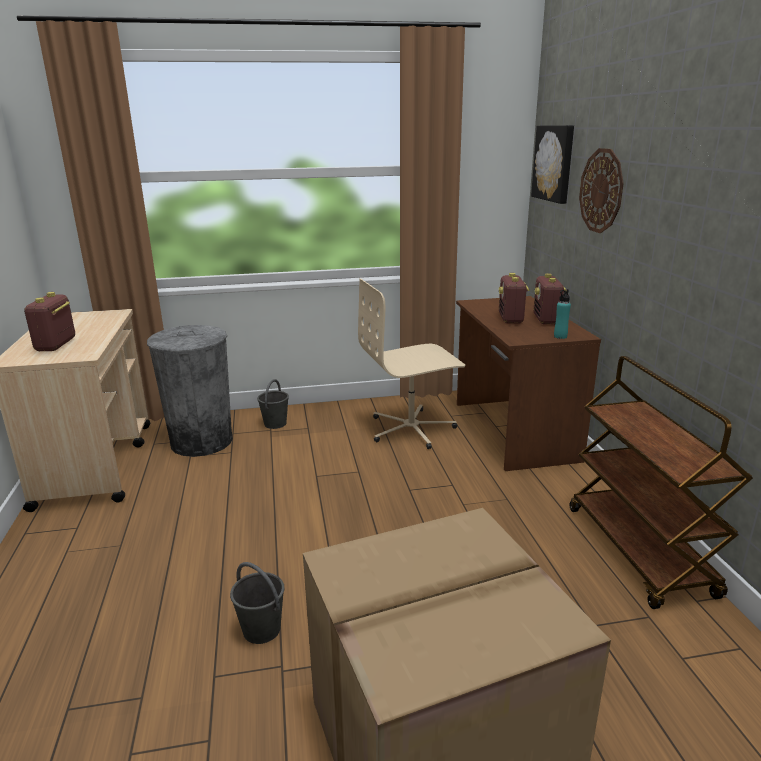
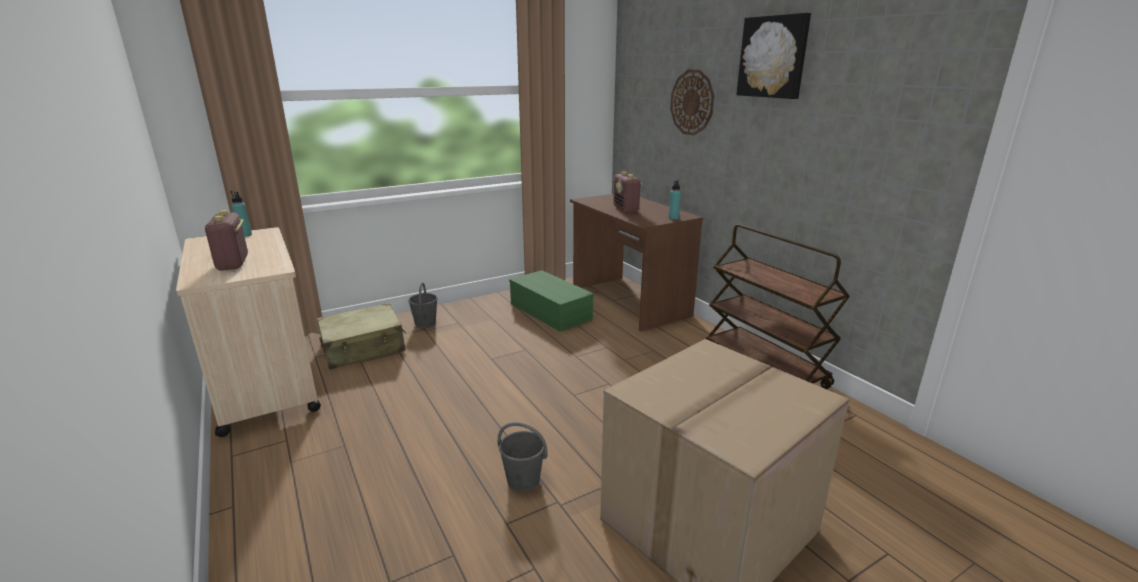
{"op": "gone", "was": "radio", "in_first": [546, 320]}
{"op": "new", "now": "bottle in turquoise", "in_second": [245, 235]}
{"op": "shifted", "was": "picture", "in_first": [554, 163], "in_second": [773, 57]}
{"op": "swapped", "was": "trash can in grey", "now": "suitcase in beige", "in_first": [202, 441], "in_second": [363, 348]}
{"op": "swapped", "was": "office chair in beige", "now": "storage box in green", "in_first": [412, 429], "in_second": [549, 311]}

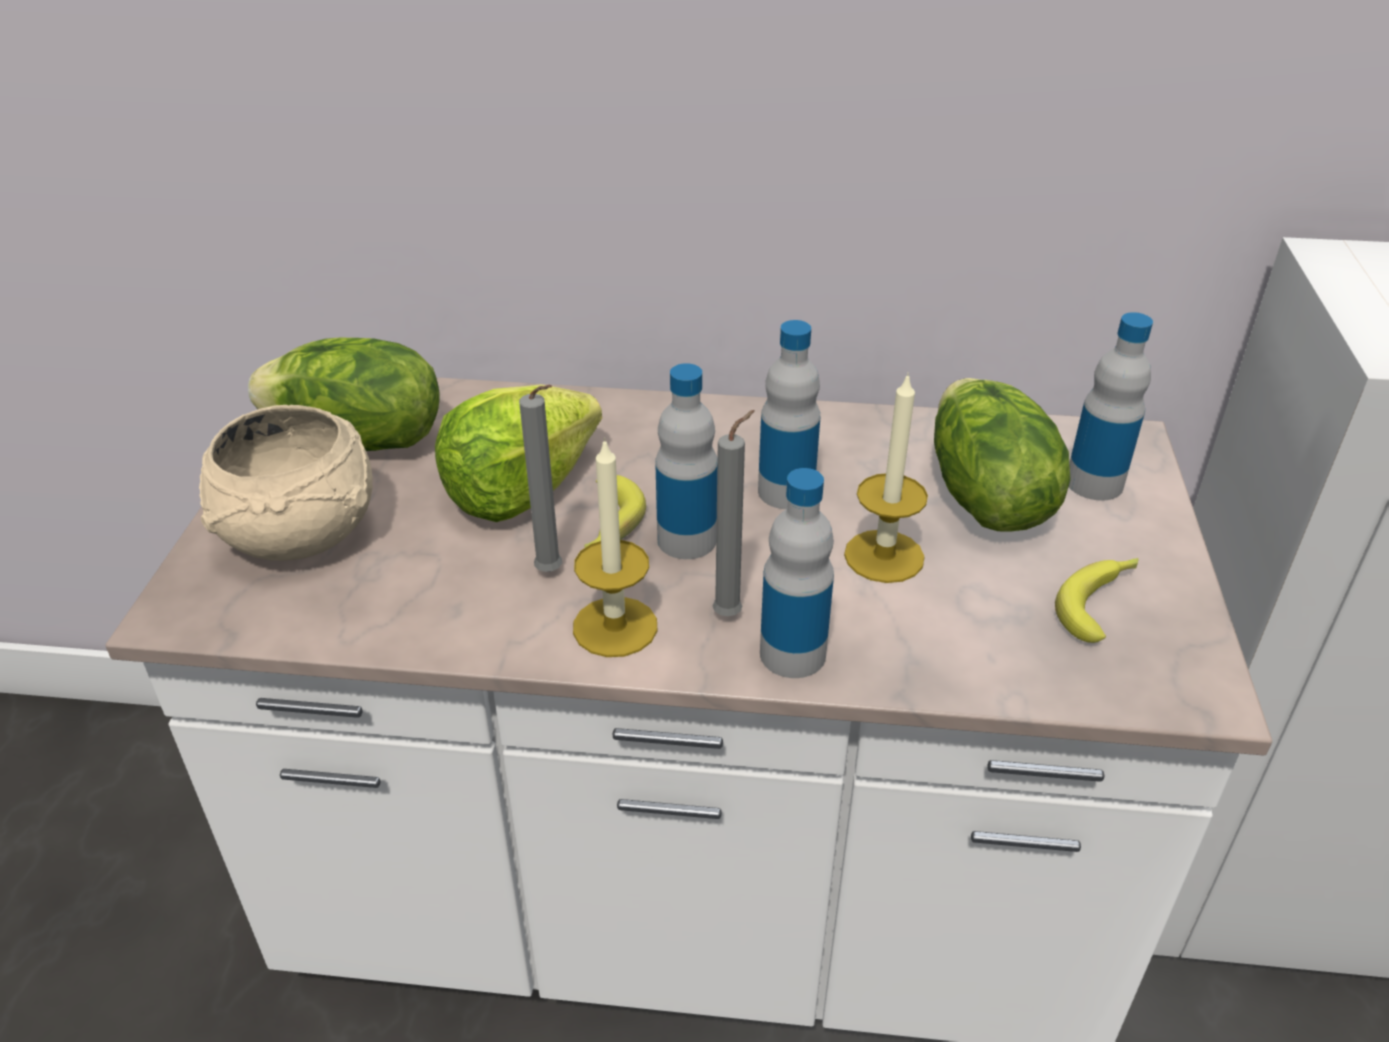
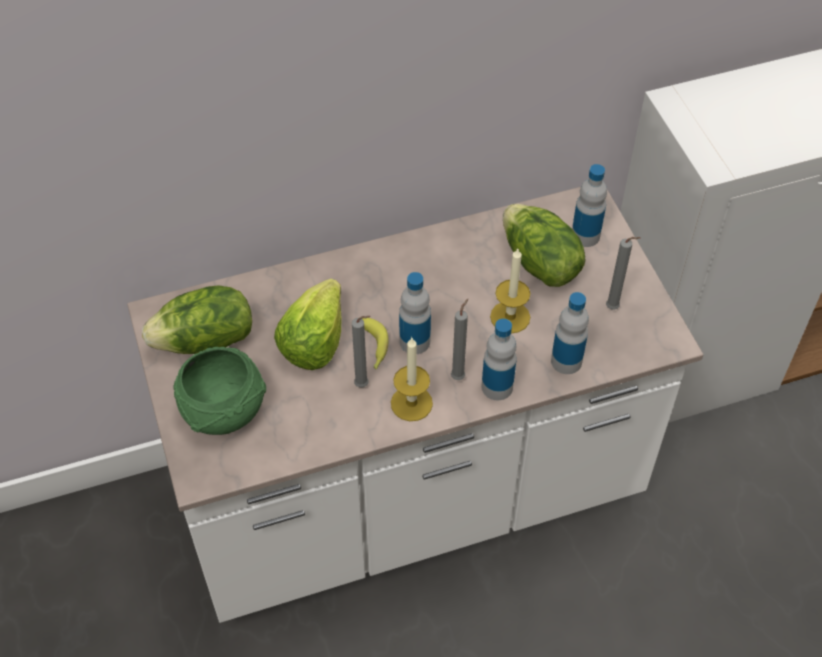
{"op": "shifted", "was": "bottle", "in_first": [786, 491], "in_second": [566, 361]}
{"op": "swapped", "was": "banana", "now": "candle in grey", "in_first": [1101, 603], "in_second": [614, 308]}
{"op": "repainted", "was": "bowl in beige", "now": "bowl in green", "in_first": [303, 534], "in_second": [224, 410]}

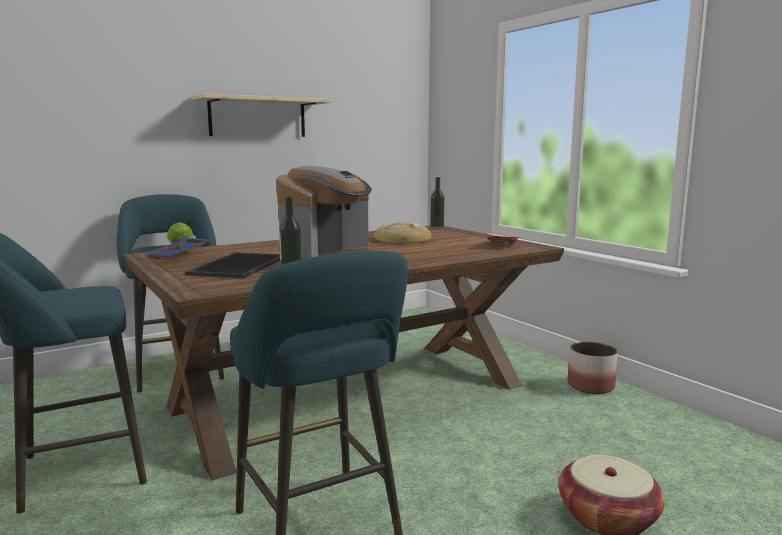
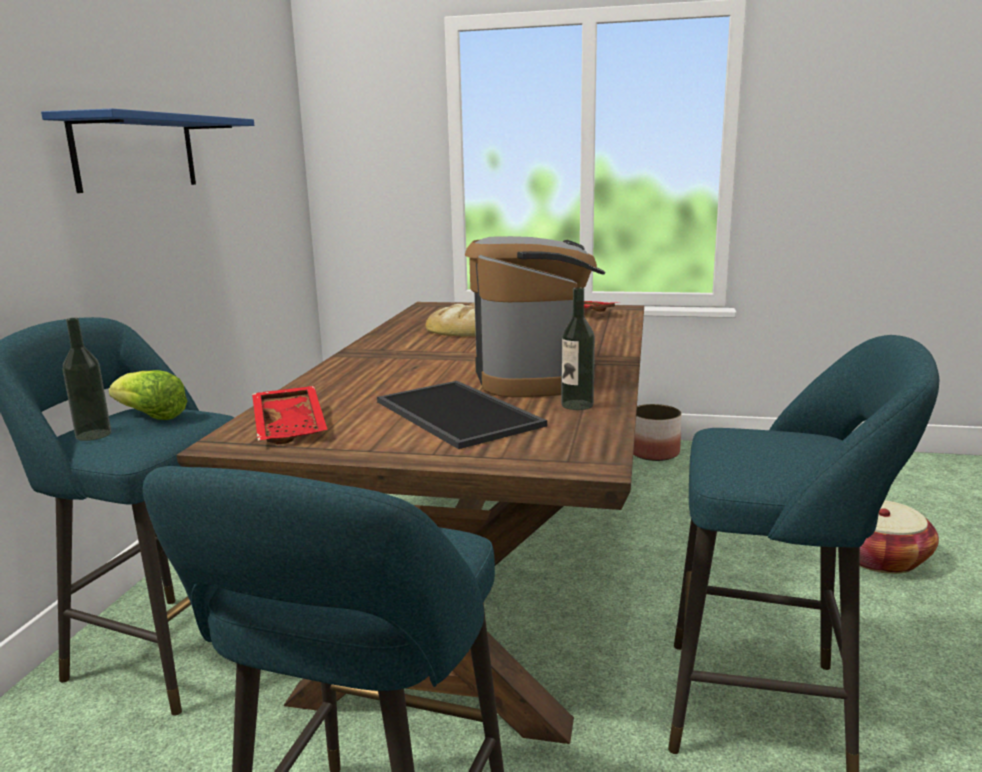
{"op": "shifted", "was": "bottle", "in_first": [437, 227], "in_second": [93, 435]}
{"op": "repainted", "was": "tray in blue", "now": "tray in red", "in_first": [179, 255], "in_second": [292, 426]}
{"op": "repainted", "was": "shelf in beige", "now": "shelf in blue", "in_first": [258, 117], "in_second": [136, 153]}

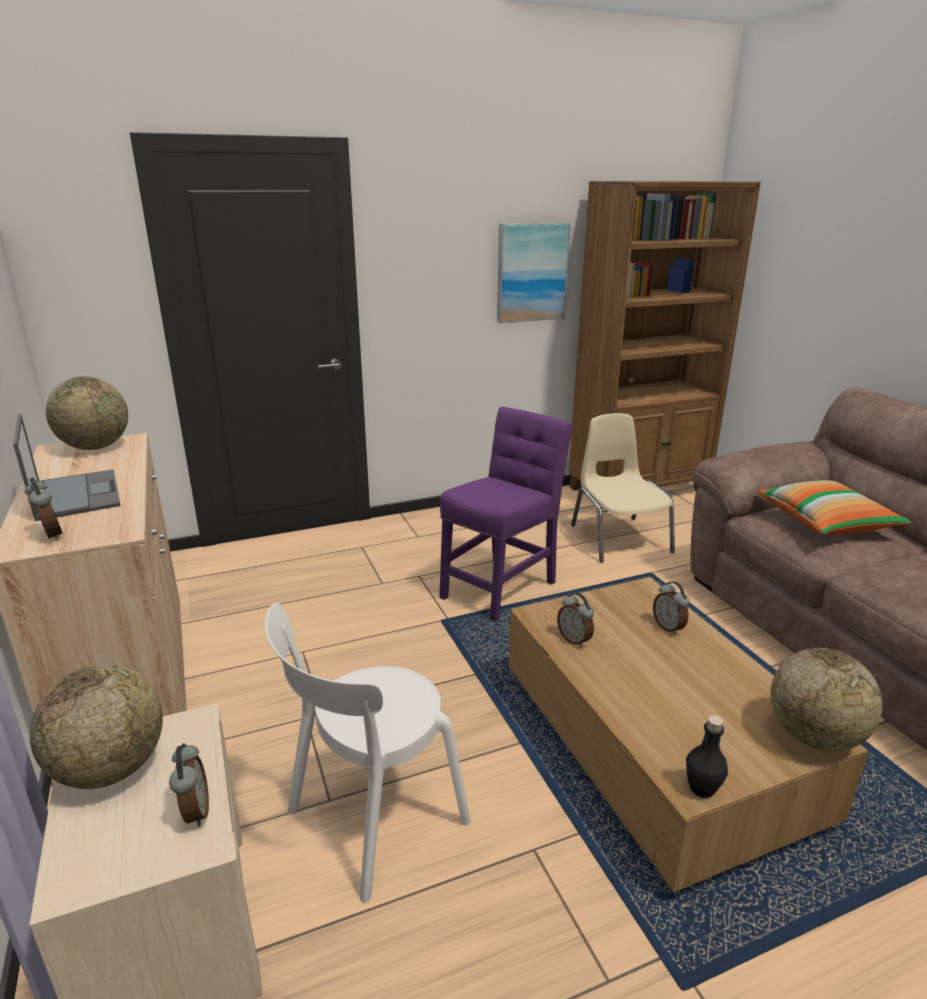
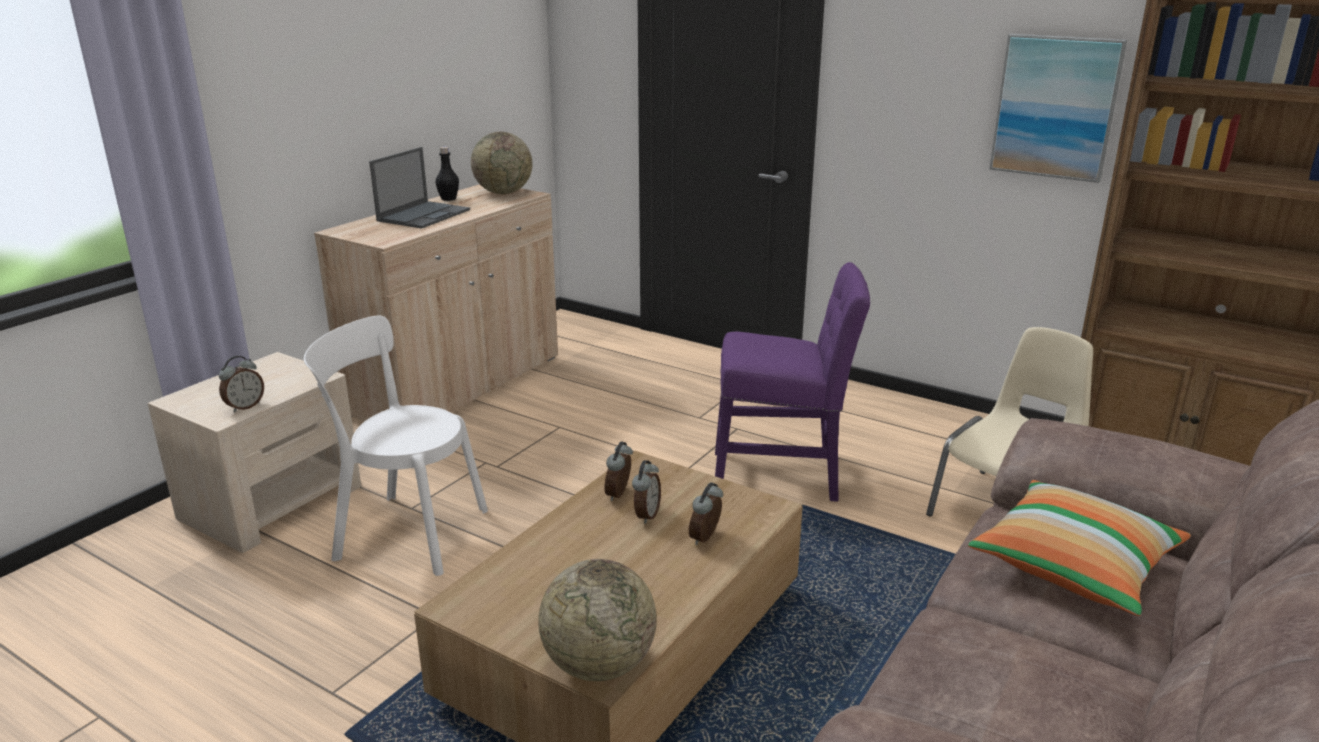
{"op": "gone", "was": "globe", "in_first": [111, 769]}
{"op": "shifted", "was": "alarm clock", "in_first": [50, 536], "in_second": [646, 515]}
{"op": "shifted", "was": "bottle in black", "in_first": [702, 788], "in_second": [448, 198]}

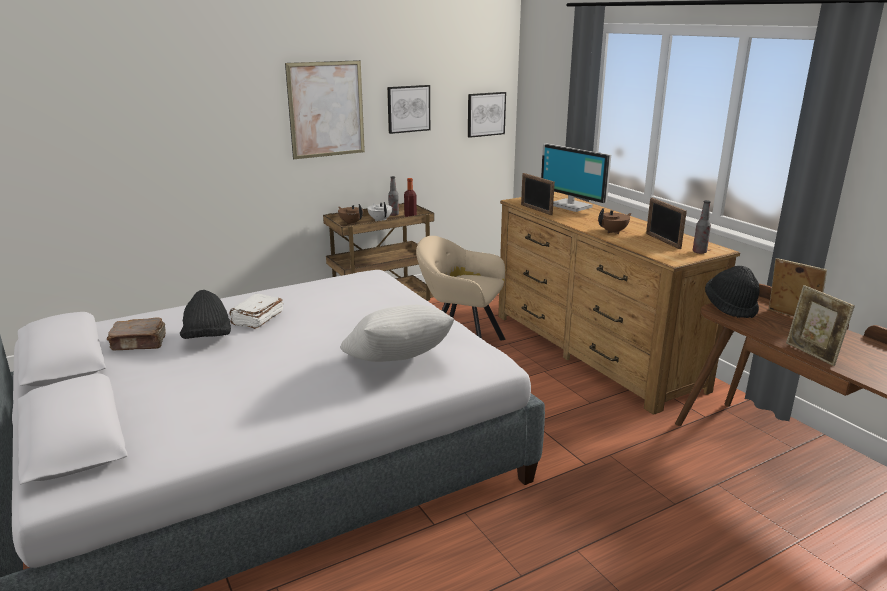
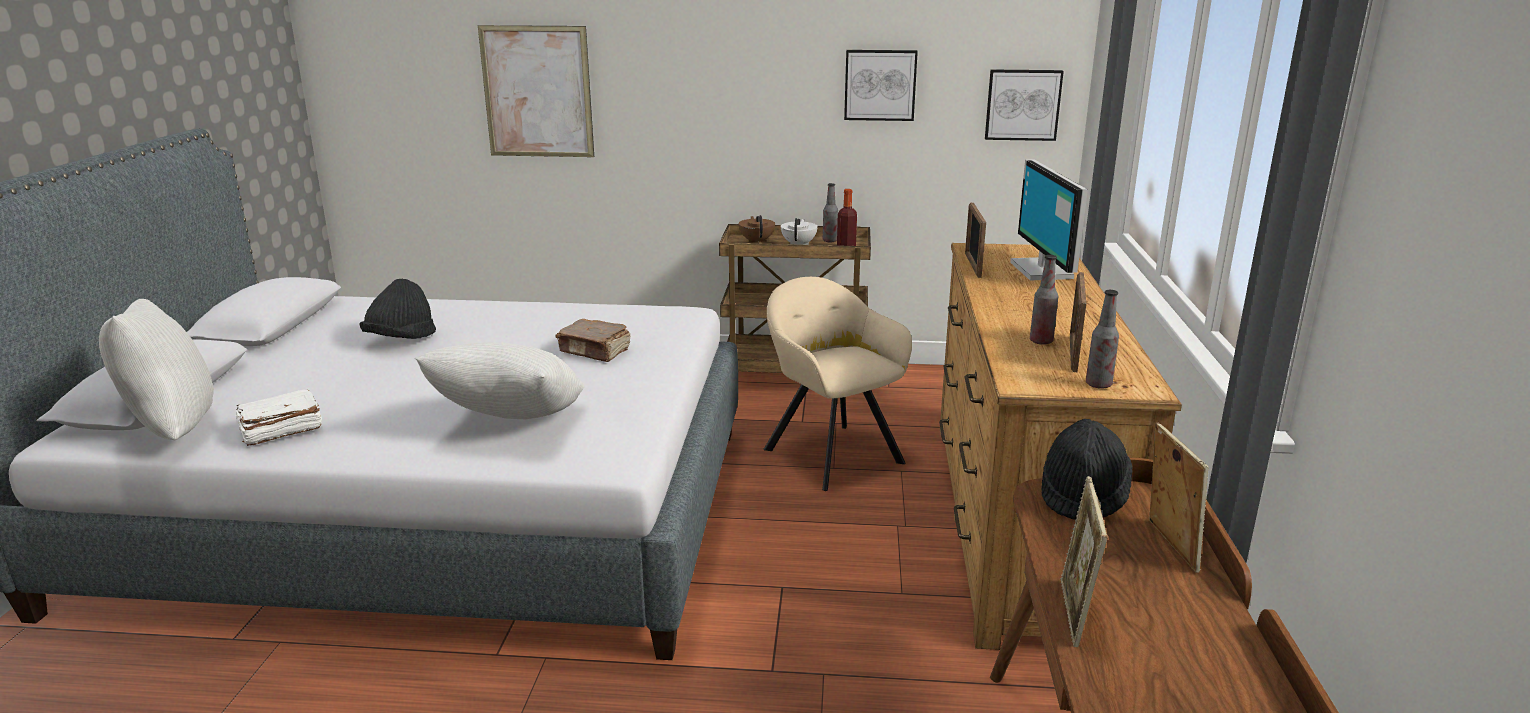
{"op": "gone", "was": "teapot in brown", "in_first": [613, 232]}
{"op": "new", "now": "pillow in white", "in_second": [171, 430]}
{"op": "new", "now": "bottle", "in_second": [1041, 341]}
{"op": "shifted", "was": "book in brown", "in_first": [139, 343], "in_second": [595, 351]}
{"op": "shifted", "was": "book in white", "in_first": [257, 319], "in_second": [280, 430]}
{"op": "shifted", "was": "picture", "in_first": [326, 109], "in_second": [537, 92]}

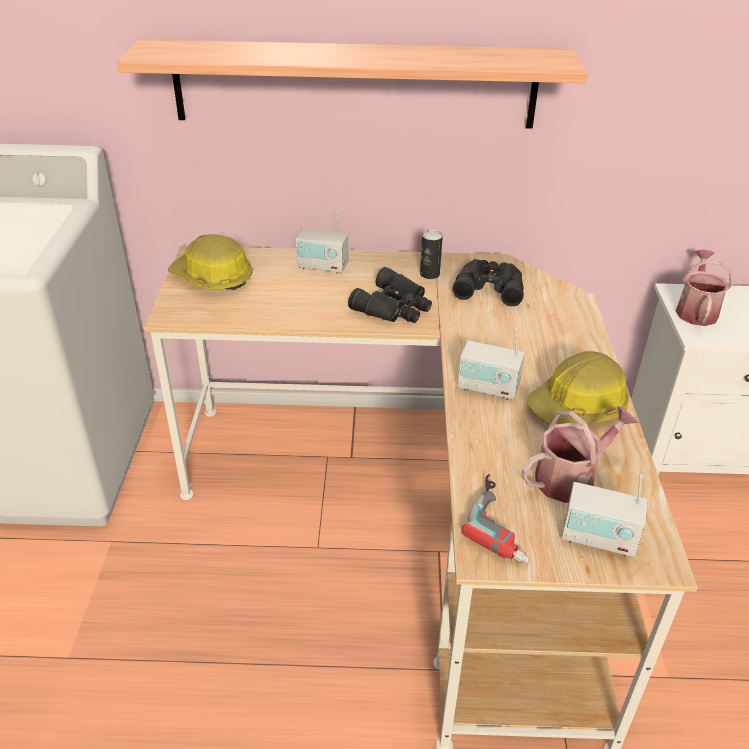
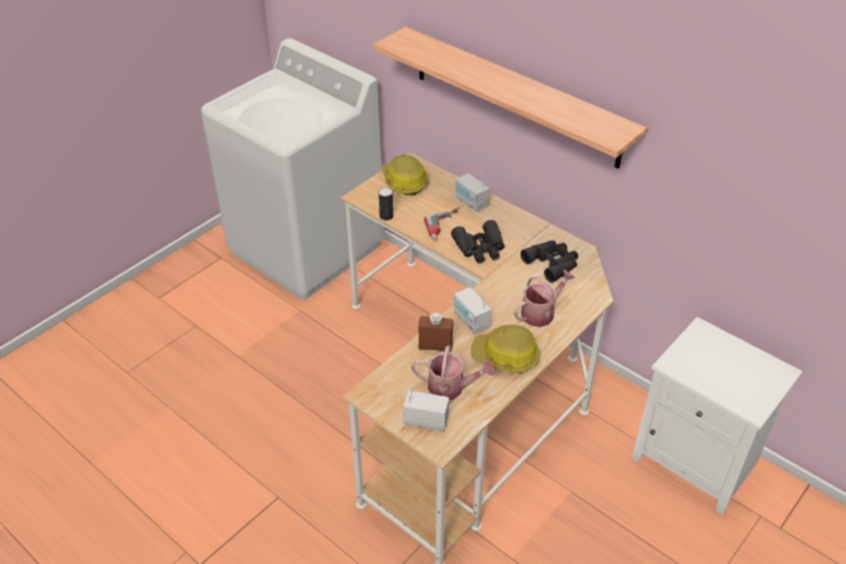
{"op": "new", "now": "bottle in brown", "in_second": [435, 346]}
{"op": "shifted", "was": "can", "in_first": [429, 274], "in_second": [386, 216]}
{"op": "shifted", "was": "power drill", "in_first": [505, 523], "in_second": [446, 227]}
{"op": "shifted", "was": "watering can", "in_first": [696, 310], "in_second": [541, 312]}
{"op": "rotated", "was": "radio", "in_first": [598, 538], "in_second": [426, 420], "clockwise": 135}

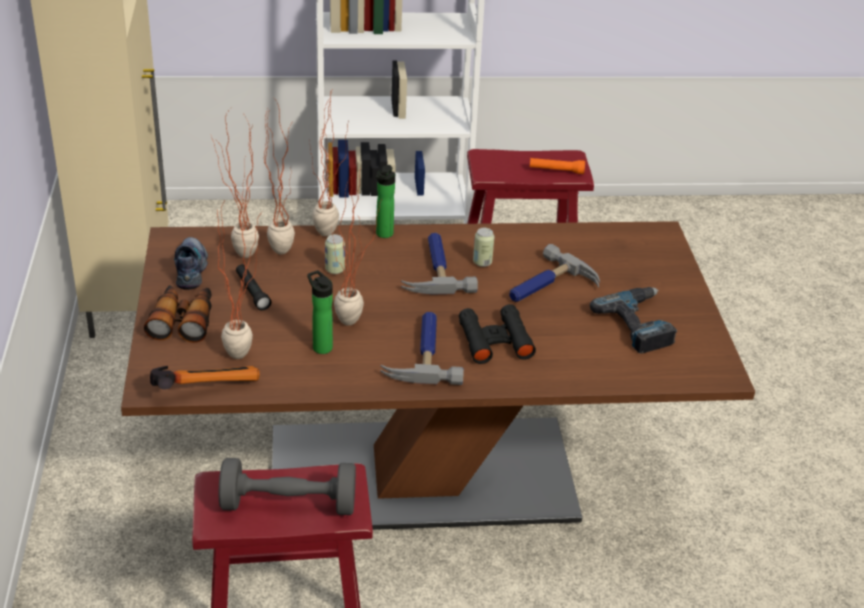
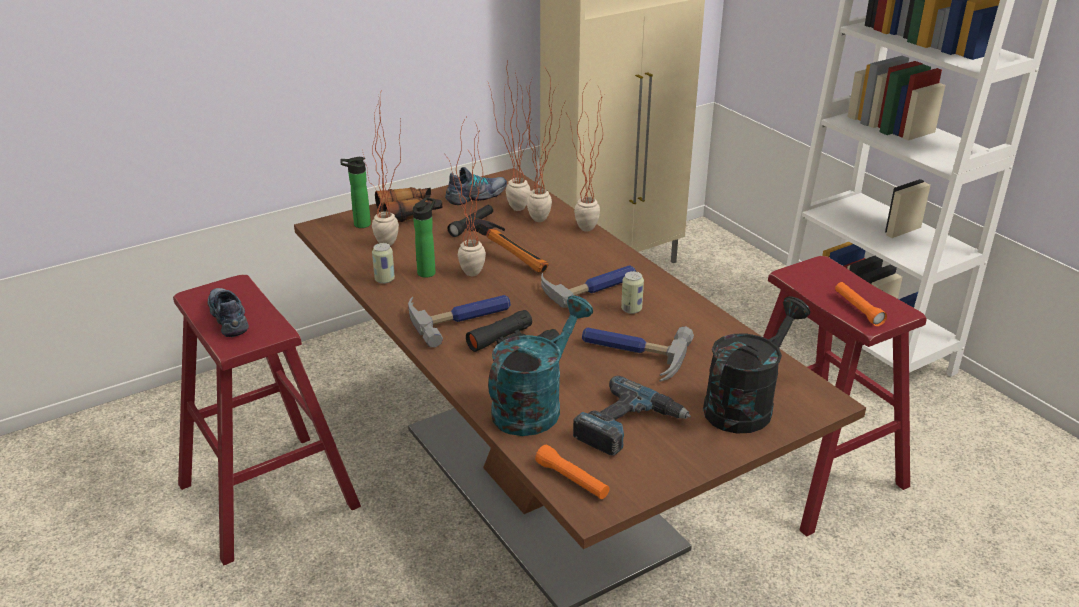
{"op": "new", "now": "watering can in turquoise", "in_second": [534, 406]}
{"op": "new", "now": "flashlight in orange", "in_second": [572, 480]}
{"op": "new", "now": "watering can in black", "in_second": [745, 404]}
{"op": "shifted", "was": "hammer", "in_first": [204, 387], "in_second": [512, 257]}
{"op": "shifted", "was": "can", "in_first": [335, 270], "in_second": [384, 280]}
{"op": "shifted", "was": "bottle", "in_first": [383, 235], "in_second": [359, 225]}
{"op": "swapped", "was": "dumbbell in grey", "now": "shoe", "in_first": [288, 504], "in_second": [229, 317]}

